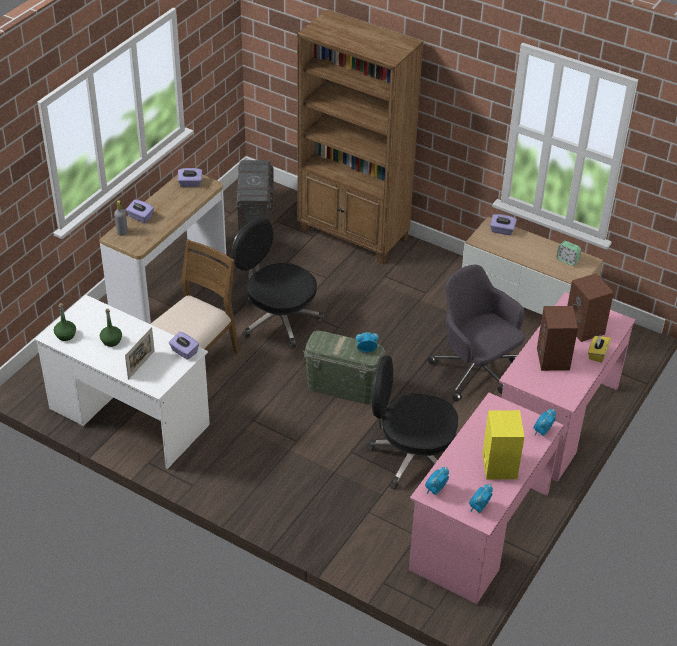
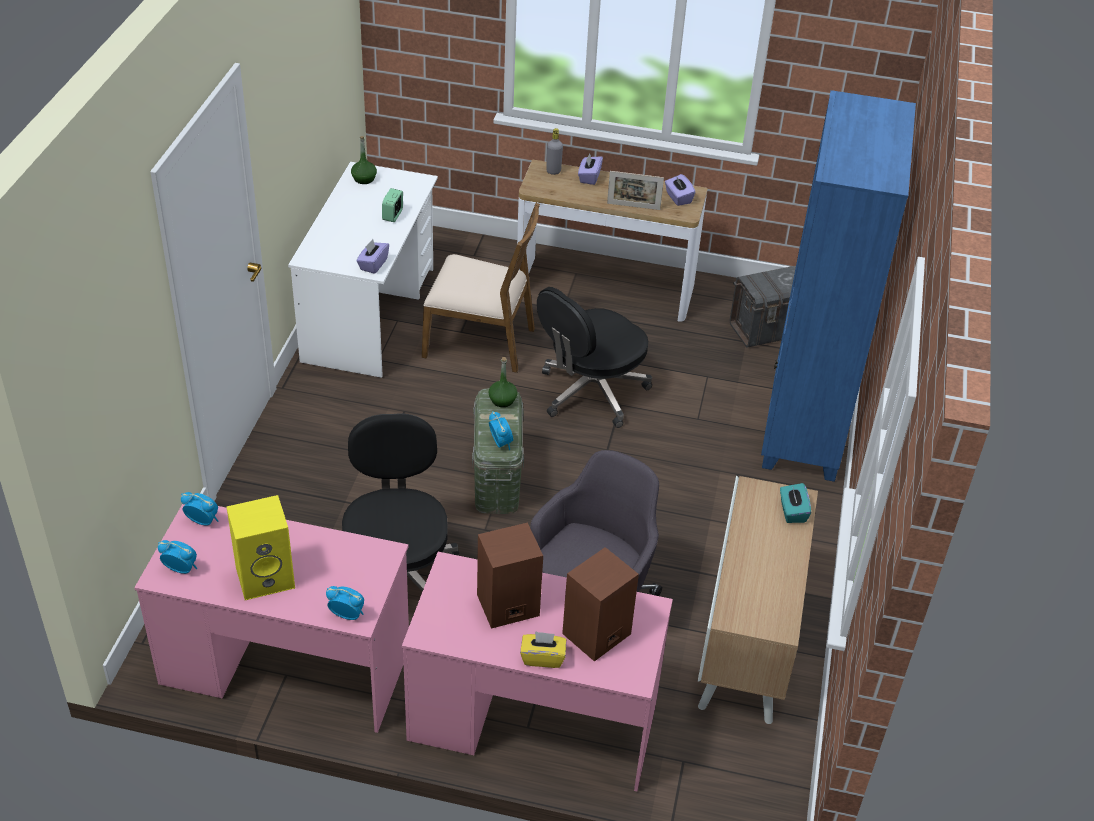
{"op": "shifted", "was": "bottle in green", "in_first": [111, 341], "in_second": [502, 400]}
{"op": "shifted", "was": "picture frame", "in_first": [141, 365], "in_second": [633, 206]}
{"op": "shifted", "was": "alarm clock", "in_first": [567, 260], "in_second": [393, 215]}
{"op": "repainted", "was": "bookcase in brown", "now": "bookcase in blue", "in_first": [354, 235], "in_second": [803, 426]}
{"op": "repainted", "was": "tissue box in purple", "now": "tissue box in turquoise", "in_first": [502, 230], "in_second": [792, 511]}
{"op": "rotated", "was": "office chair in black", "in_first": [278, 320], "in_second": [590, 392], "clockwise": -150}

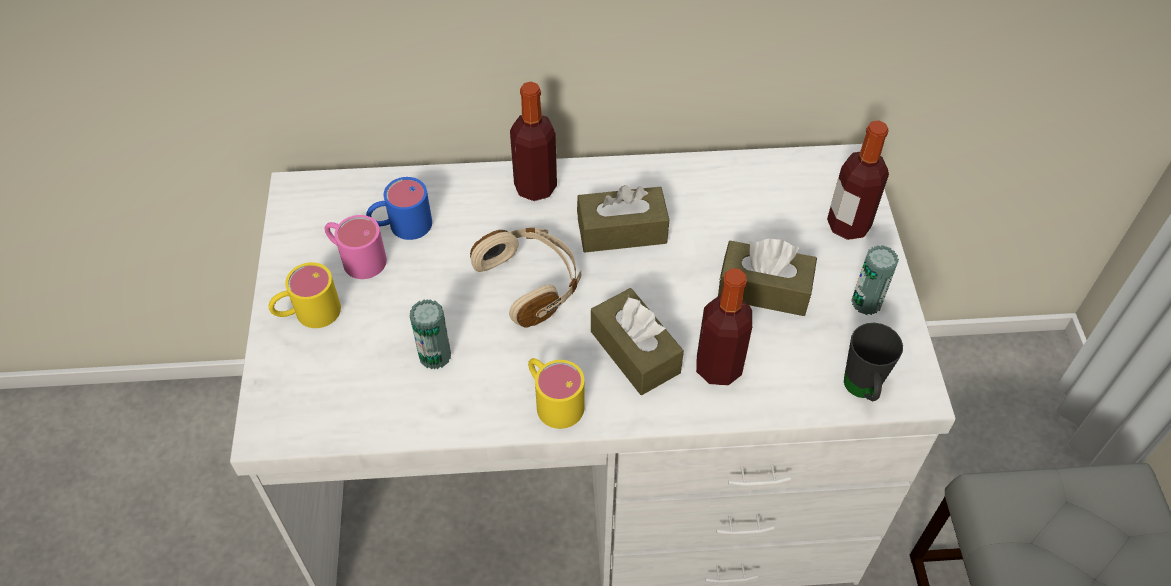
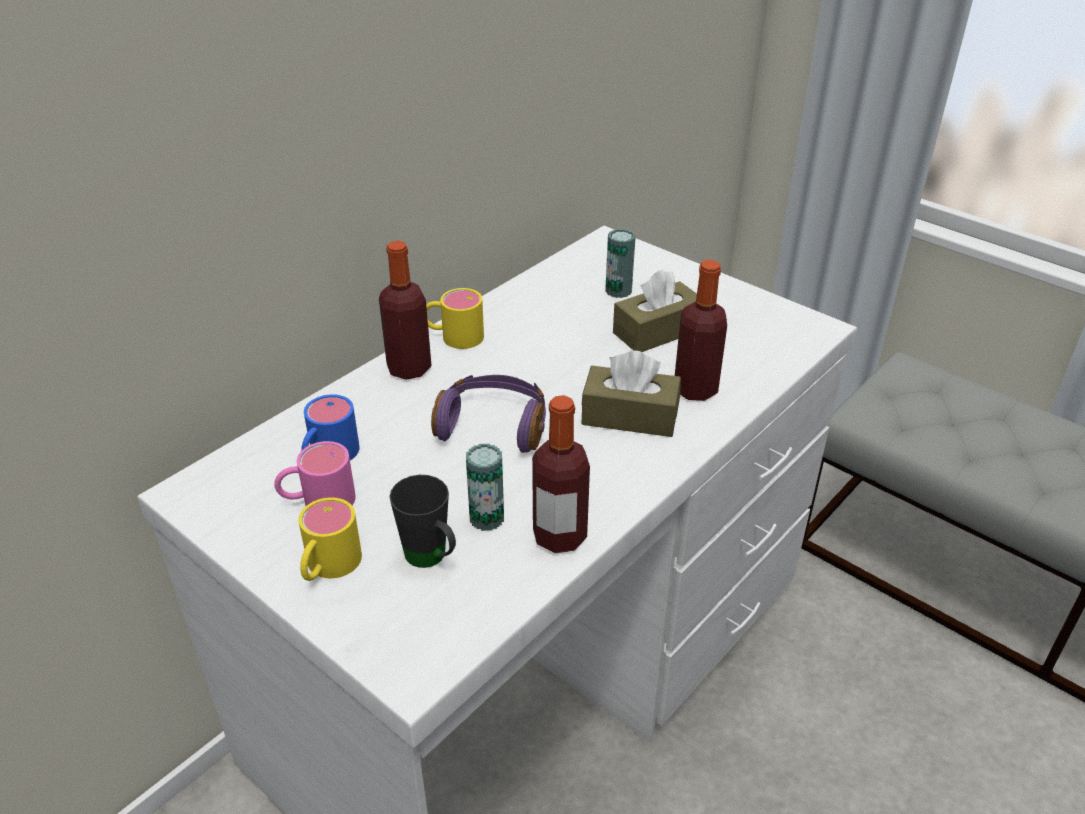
{"op": "gone", "was": "tissue box in brown", "in_first": [622, 231]}
{"op": "shifted", "was": "mug in yellow", "in_first": [553, 400], "in_second": [453, 336]}
{"op": "shifted", "was": "bottle", "in_first": [848, 225], "in_second": [559, 536]}
{"op": "shifted", "was": "mug in black", "in_first": [862, 391], "in_second": [432, 559]}
{"op": "shifted", "was": "can", "in_first": [866, 302], "in_second": [618, 291]}
{"op": "repainted", "was": "headphones in beige", "now": "headphones in purple", "in_first": [531, 283], "in_second": [493, 425]}

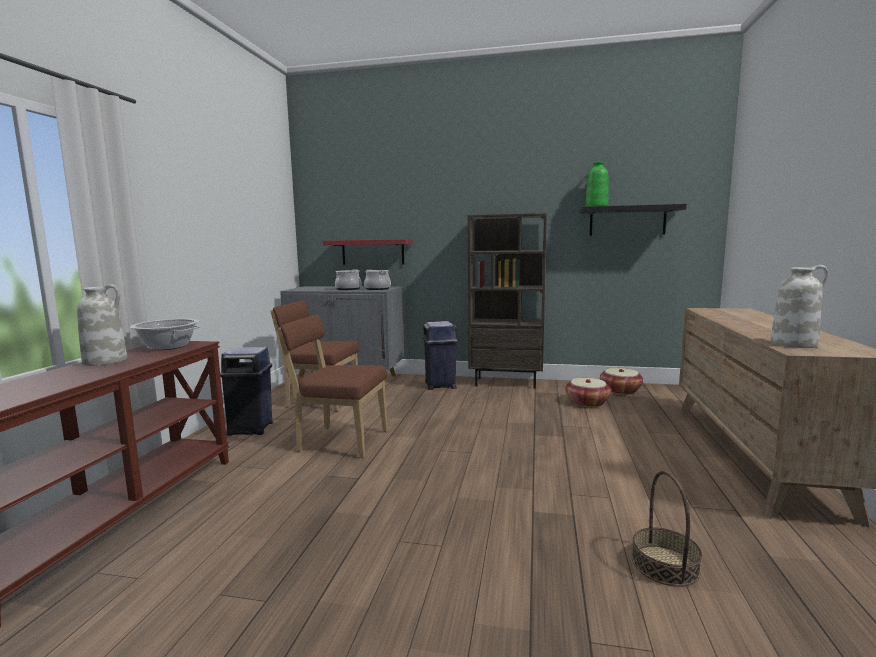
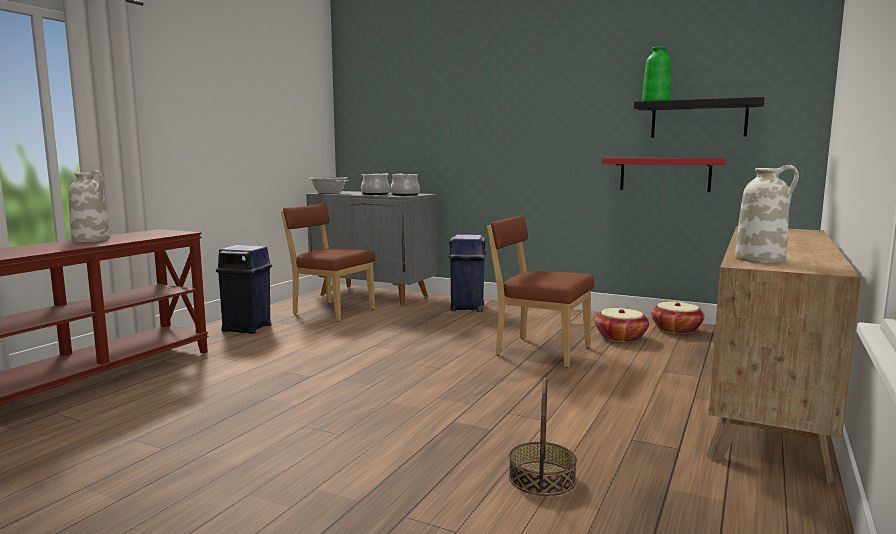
{"op": "gone", "was": "bookcase in brown", "in_first": [506, 383]}
{"op": "shifted", "was": "cooking pot", "in_first": [168, 346], "in_second": [329, 193]}
{"op": "shifted", "was": "chair in brown", "in_first": [339, 441], "in_second": [538, 350]}
{"op": "shifted", "was": "shelf in red", "in_first": [373, 252], "in_second": [665, 174]}

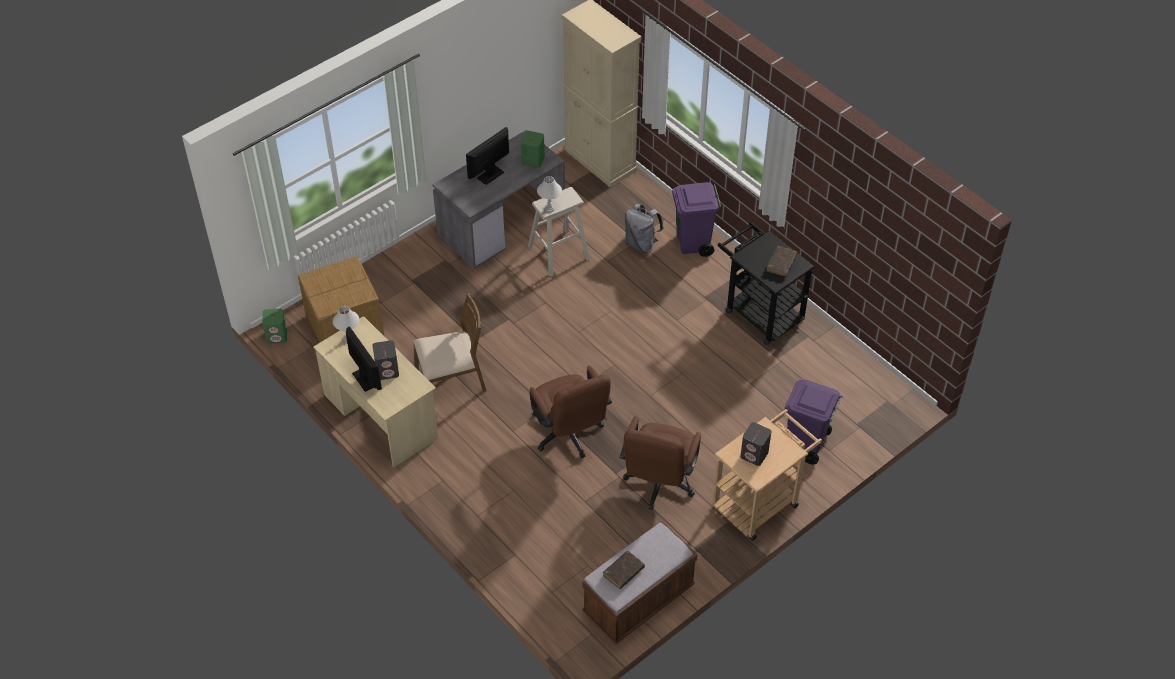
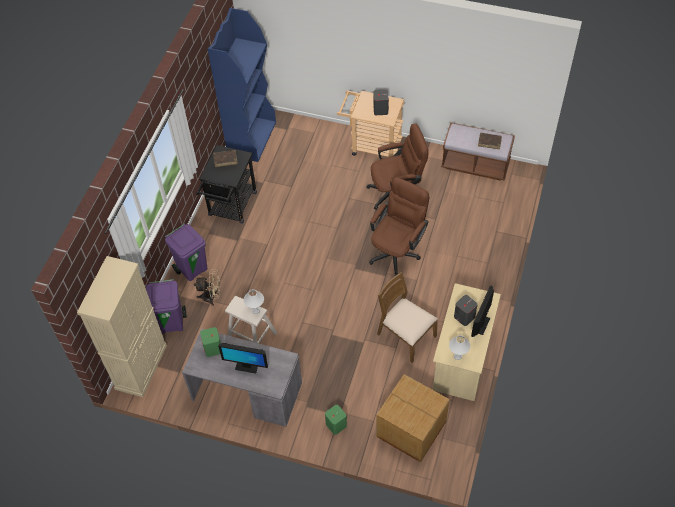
{"op": "new", "now": "bookcase in blue", "in_second": [252, 138]}
{"op": "shifted", "was": "speaker in green", "in_first": [277, 336], "in_second": [336, 425]}
{"op": "shifted", "was": "trash can in purple", "in_first": [806, 444], "in_second": [171, 322]}
{"op": "swapped", "was": "backpack in grey", "now": "fan in beige", "in_first": [641, 244], "in_second": [211, 297]}

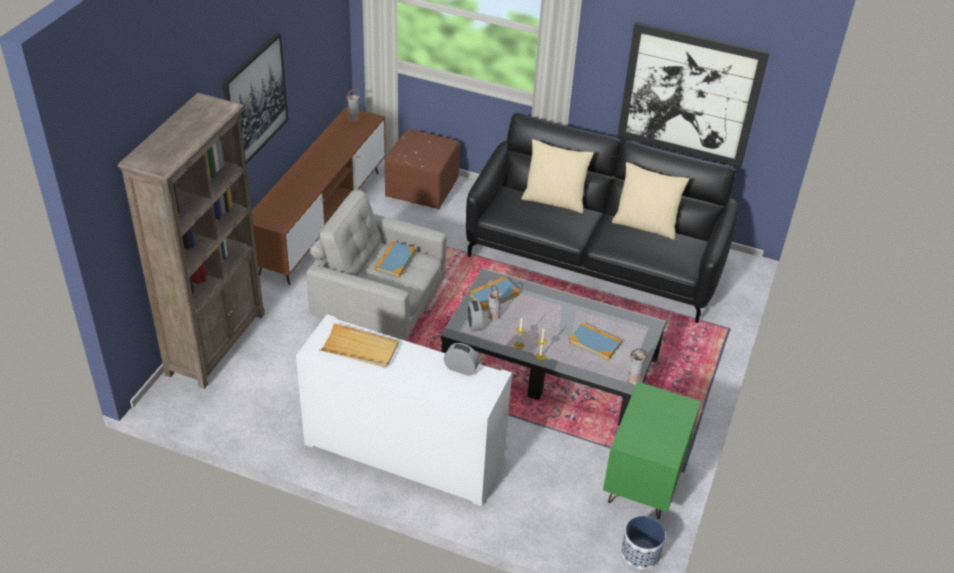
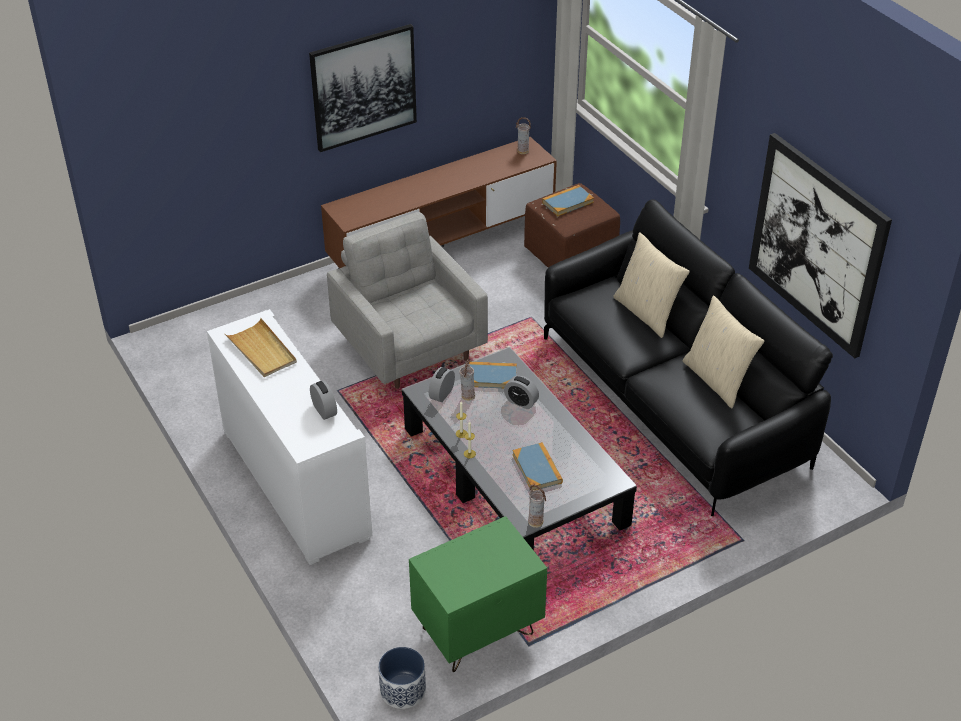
{"op": "gone", "was": "bookcase in brown", "in_first": [216, 343]}
{"op": "new", "now": "alarm clock", "in_second": [521, 402]}
{"op": "shifted", "was": "book", "in_first": [395, 261], "in_second": [567, 202]}

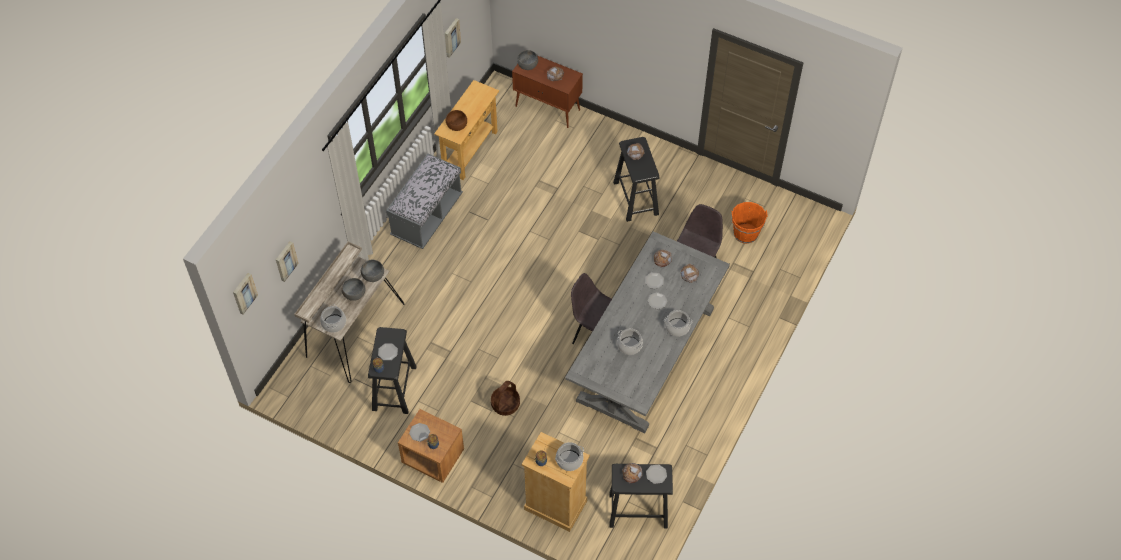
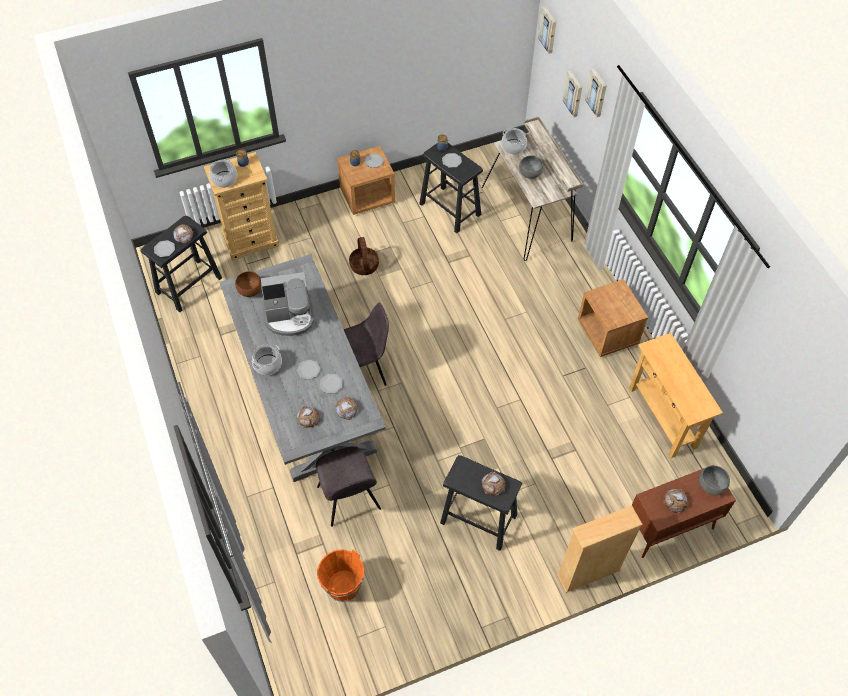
{"op": "gone", "was": "bowl in grey", "in_first": [373, 275]}
{"op": "new", "now": "bookcase in beige", "in_second": [588, 573]}
{"op": "shifted", "was": "picture", "in_first": [451, 37], "in_second": [597, 92]}
{"op": "shifted", "was": "bowl in brown", "in_first": [457, 125], "in_second": [250, 290]}
{"op": "swapped", "was": "bench in grey", "now": "nightstand in brown", "in_first": [427, 216], "in_second": [608, 333]}
{"op": "swapped", "was": "cooking pot", "now": "coffee machine", "in_first": [629, 345], "in_second": [289, 316]}

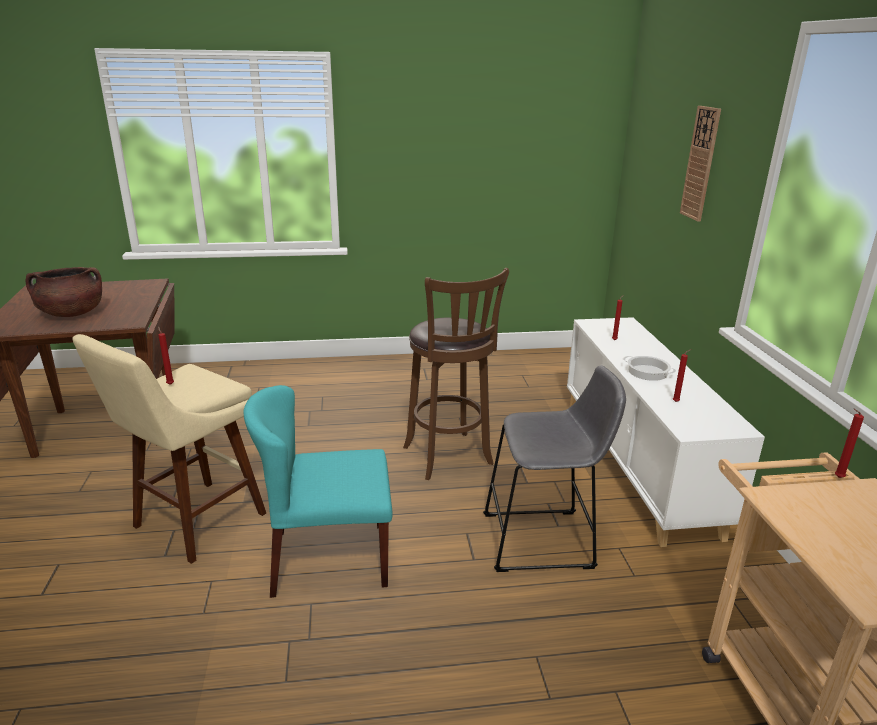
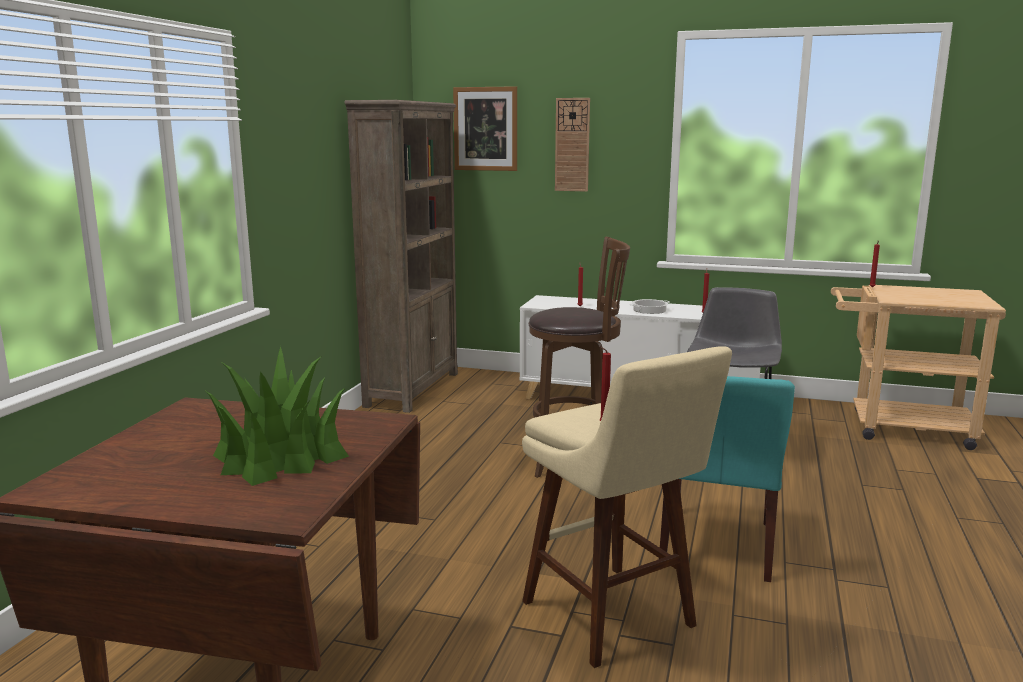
{"op": "new", "now": "bookcase in brown", "in_second": [413, 389]}
{"op": "new", "now": "picture", "in_second": [485, 129]}
{"op": "swapped", "was": "cooking pot in brown", "now": "potted plant", "in_first": [72, 313], "in_second": [279, 457]}

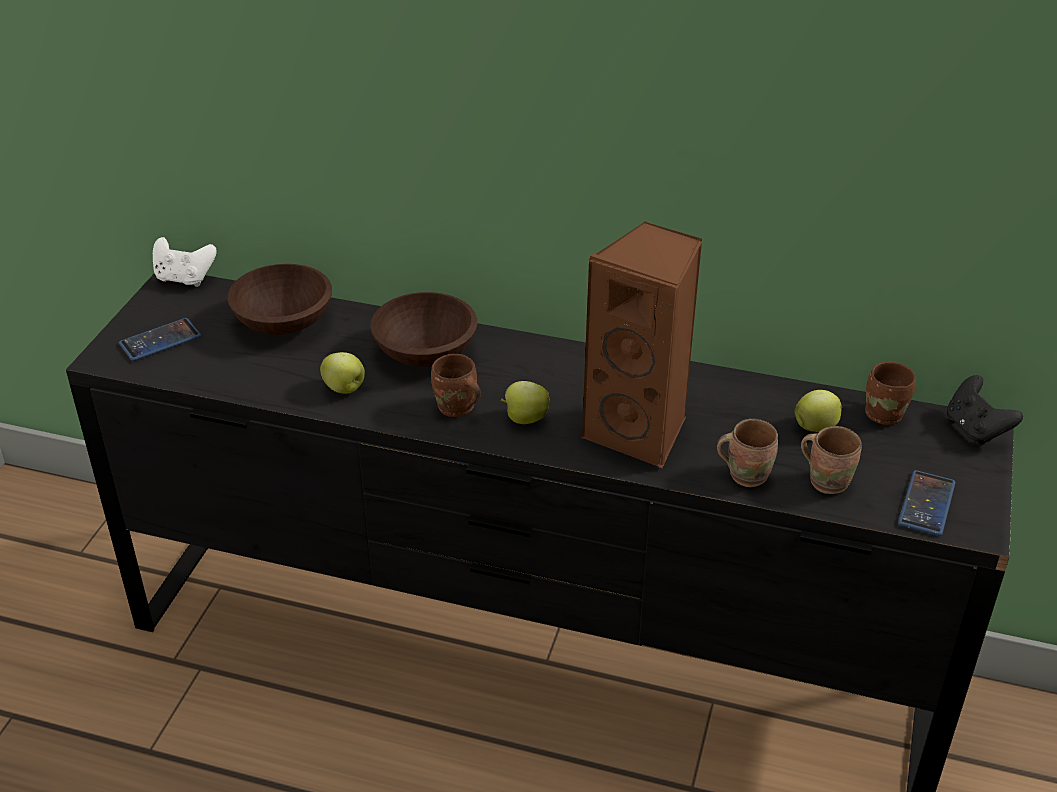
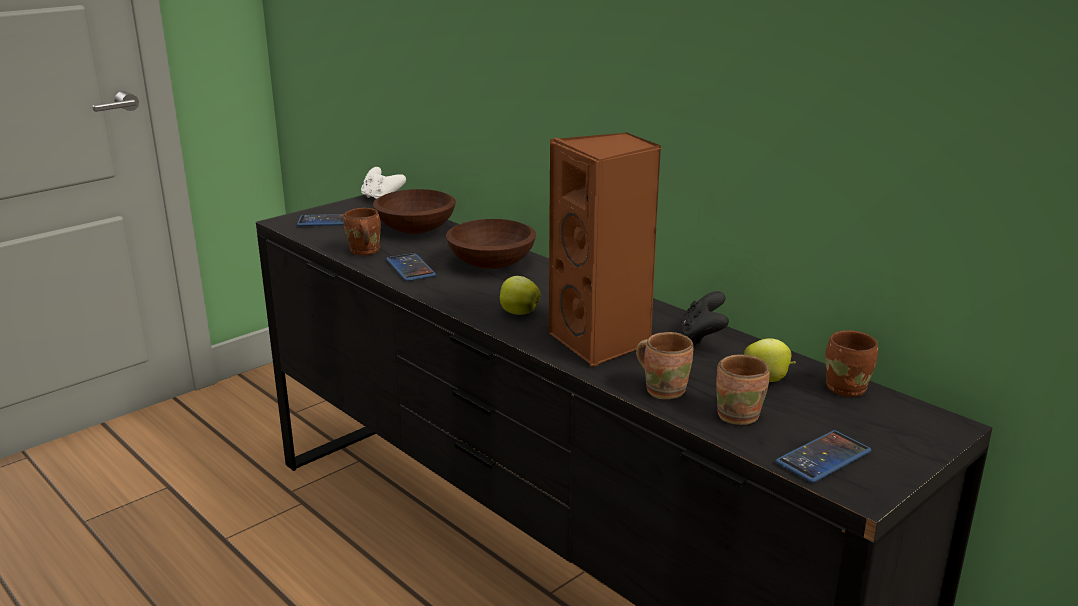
{"op": "shifted", "was": "mug in brown", "in_first": [456, 409], "in_second": [363, 252]}
{"op": "shifted", "was": "game controller in black", "in_first": [975, 429], "in_second": [702, 337]}
{"op": "swapped", "was": "apple", "now": "phone", "in_first": [345, 389], "in_second": [410, 268]}

